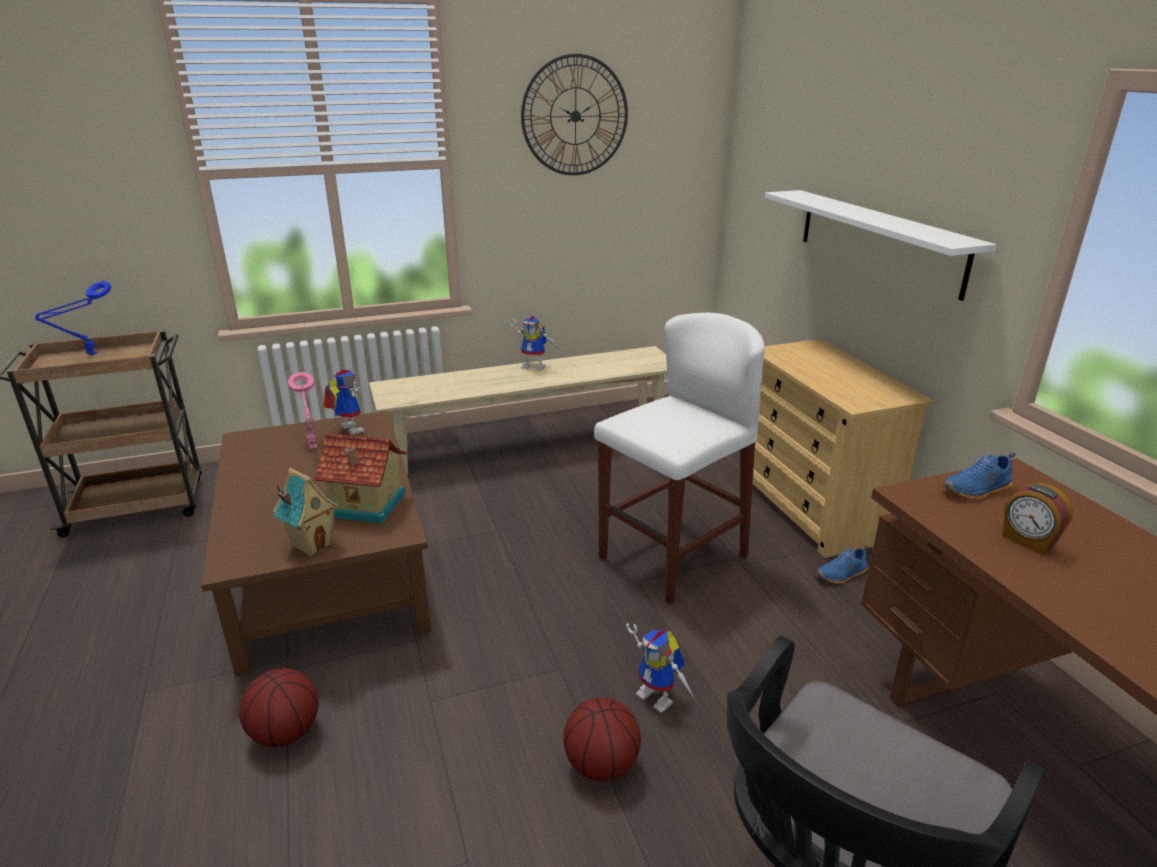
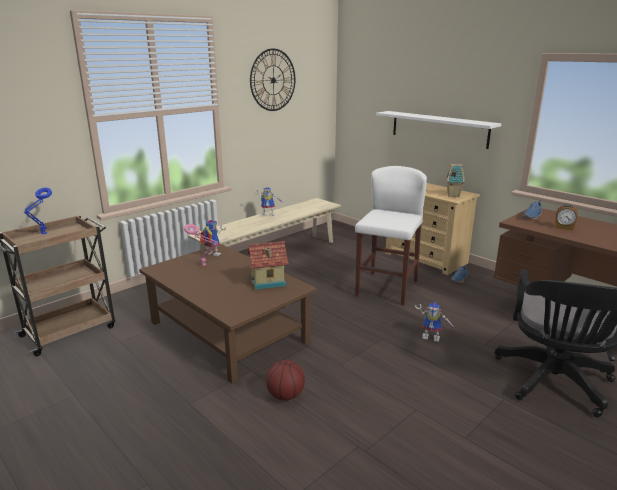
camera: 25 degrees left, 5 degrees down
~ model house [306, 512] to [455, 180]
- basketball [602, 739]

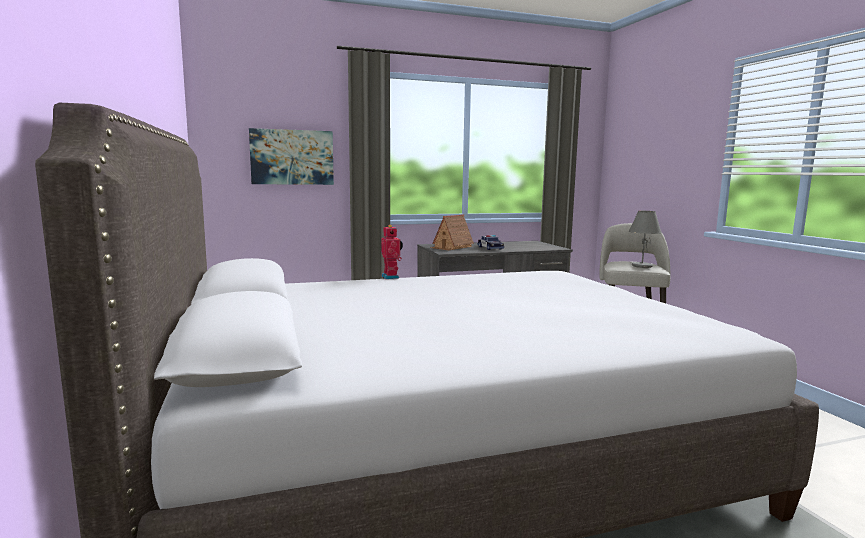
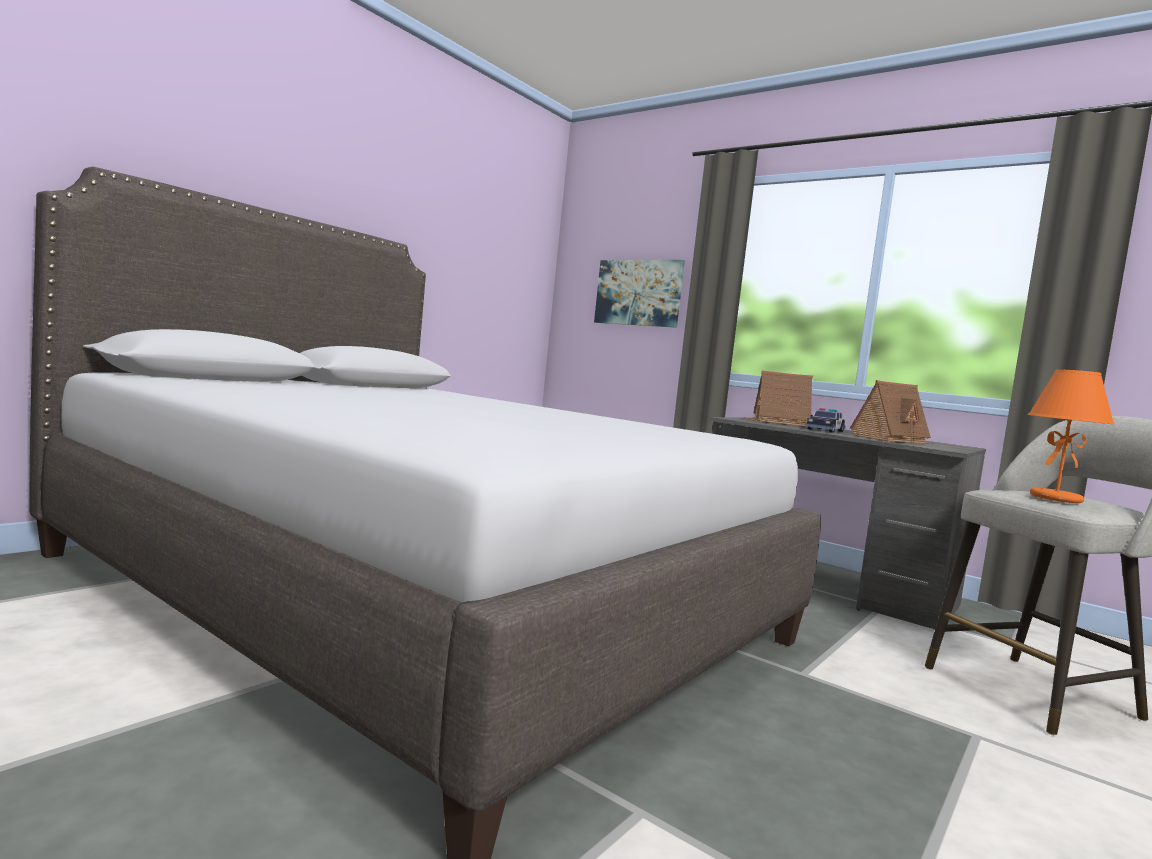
camera: 55 degrees right, 5 degrees down
~ tabletop lamp (grey) [645, 239] to tabletop lamp (orangey) [1071, 436]
- robot figure [392, 252]
+ model house [891, 412]

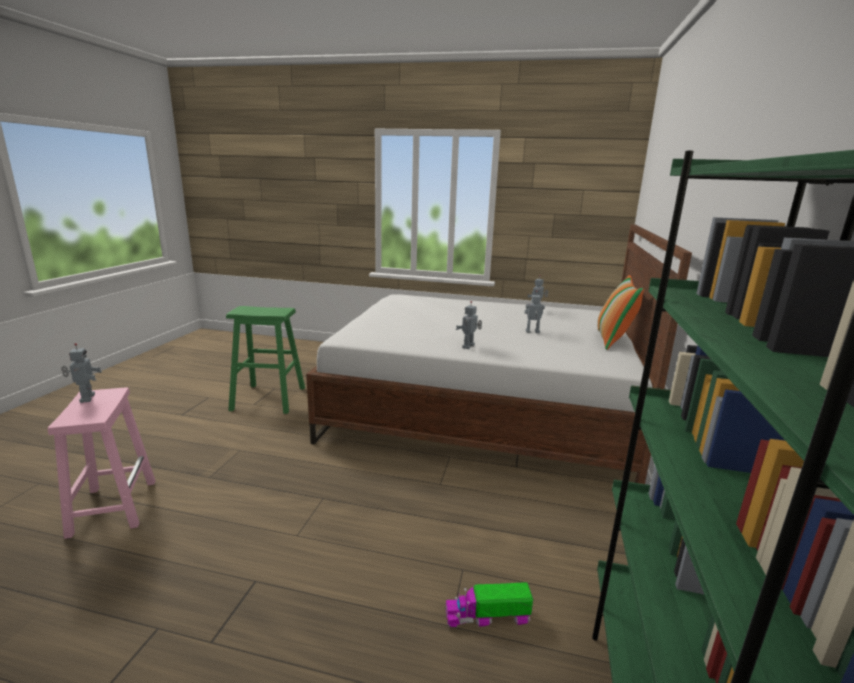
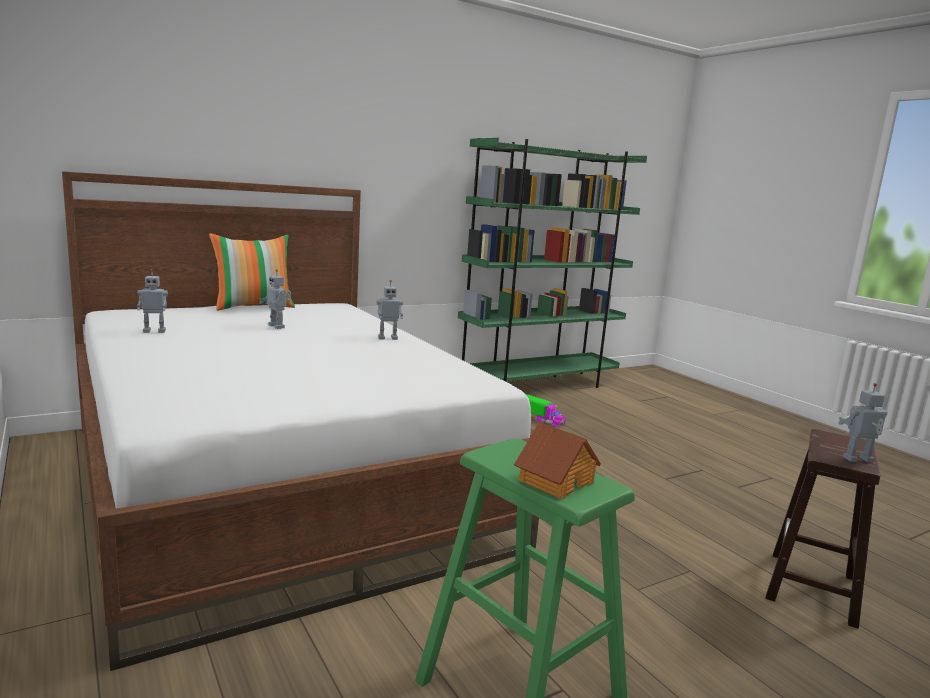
camera: 135 degrees left, 5 degrees down
~ robot figure [81, 373] = [862, 422] 60 degrees clockwise
~ stool (pink-coloured) [102, 463] to stool (brown) [823, 529]
+ model house [557, 460]

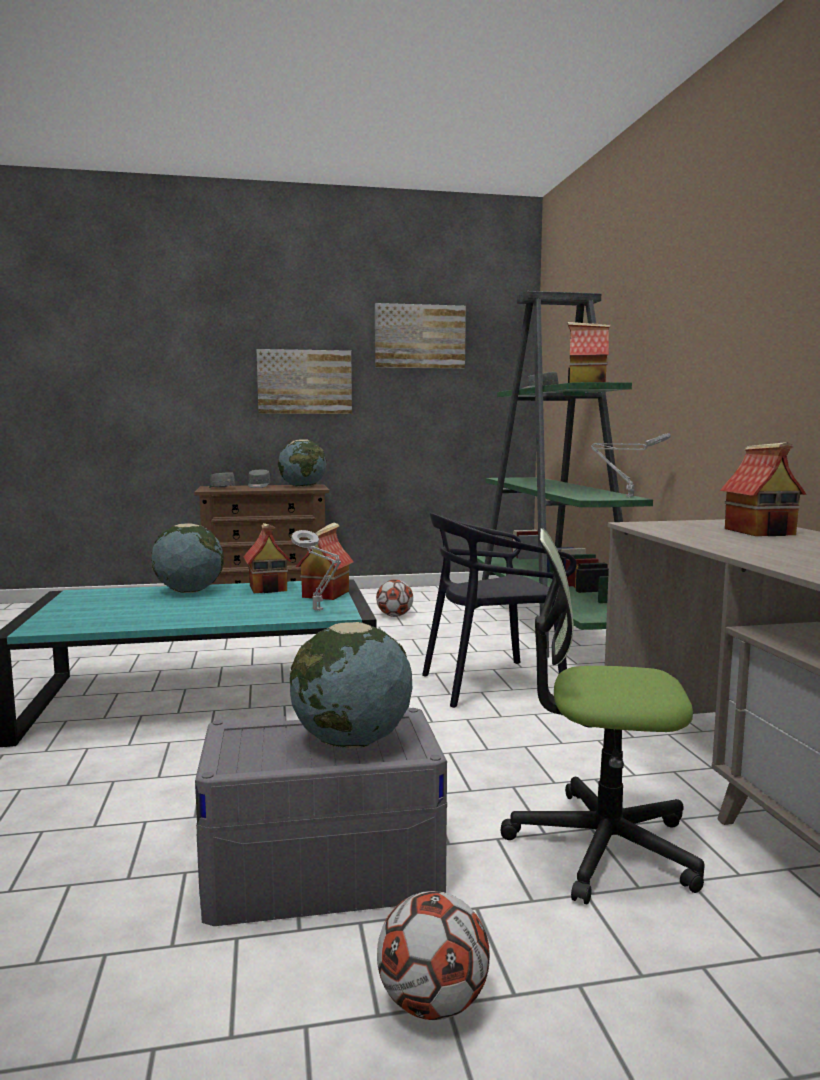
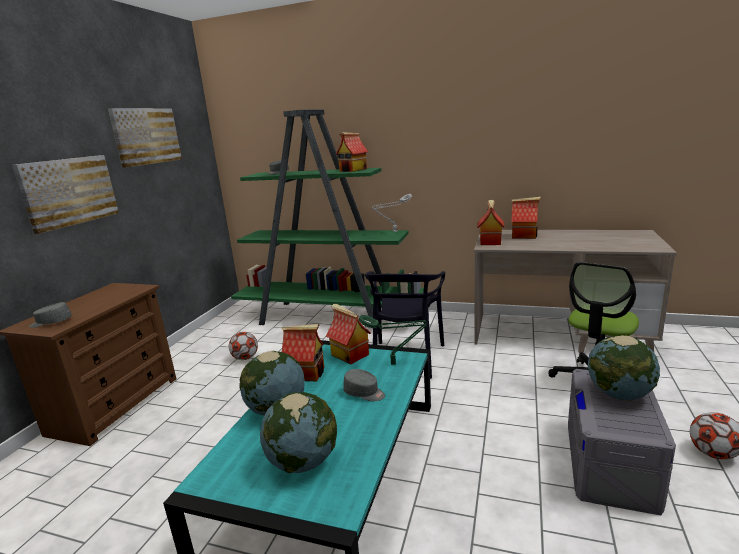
camera: 60 degrees left, 10 degrees up
~ desk globe [302, 463] to [298, 433]
~ cap (grey) [259, 479] to [364, 385]
~ tabletop lamp (grey) [316, 570] to tabletop lamp (green-coloured) [393, 340]
+ model house [491, 222]

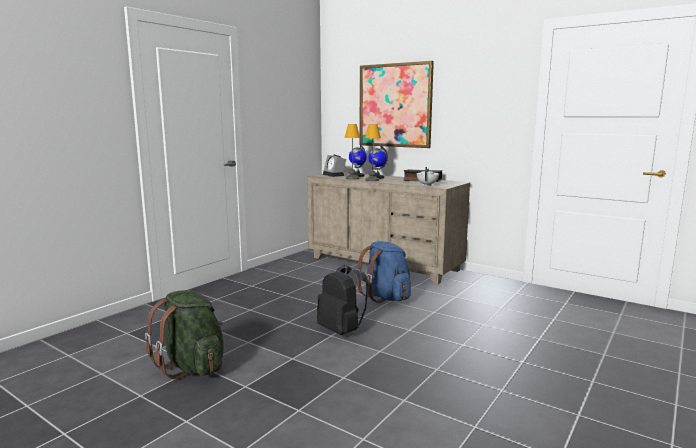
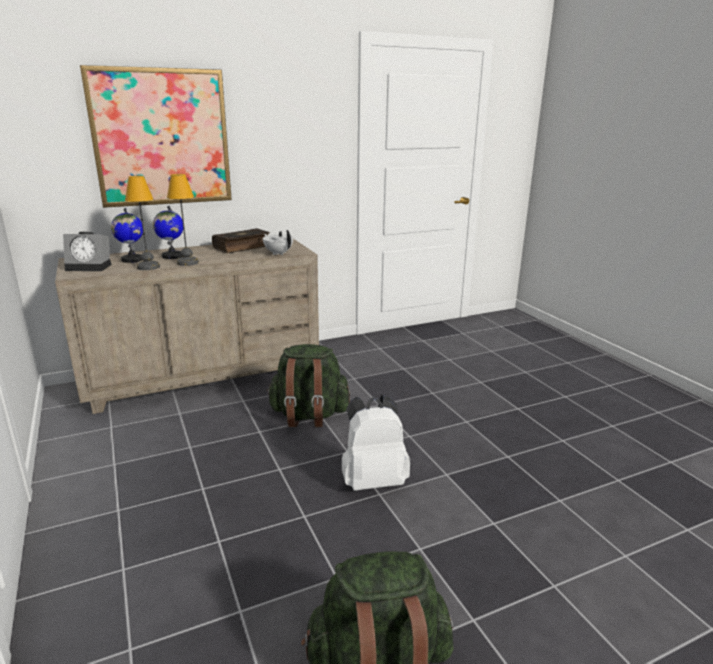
camera: 60 degrees left, 10 degrees up
~ rucksack (bluish) [384, 272] to rucksack (green-coloured) [308, 385]
~ rucksack (black-coloured) [343, 300] to rucksack (white-coloured) [376, 443]

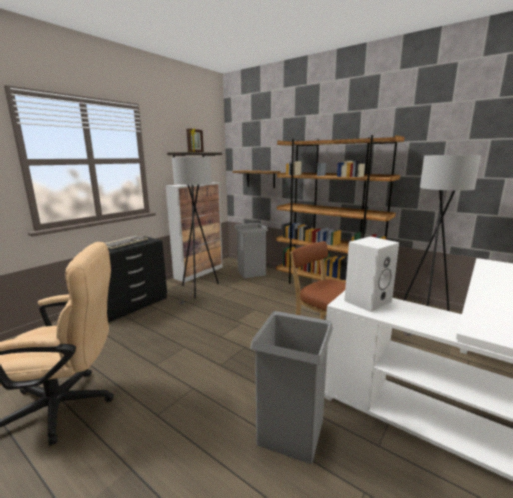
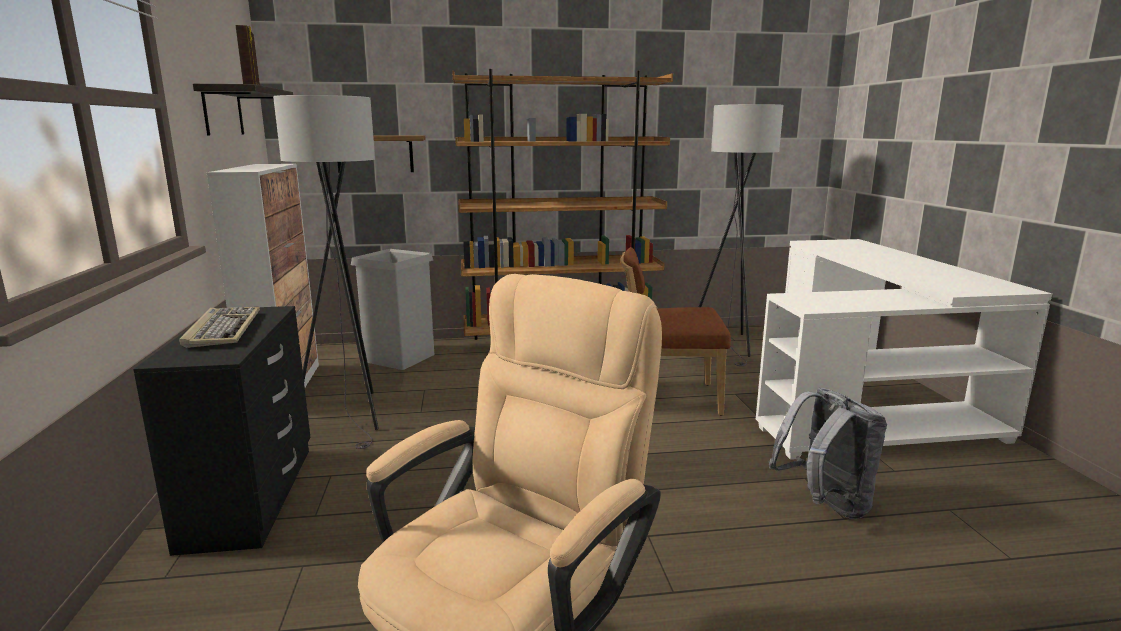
camera: 45 degrees left, 0 degrees up
- audio speaker (white-coloured) [371, 274]
~ waste bin (grey) [291, 387] to rucksack (grey) [828, 453]

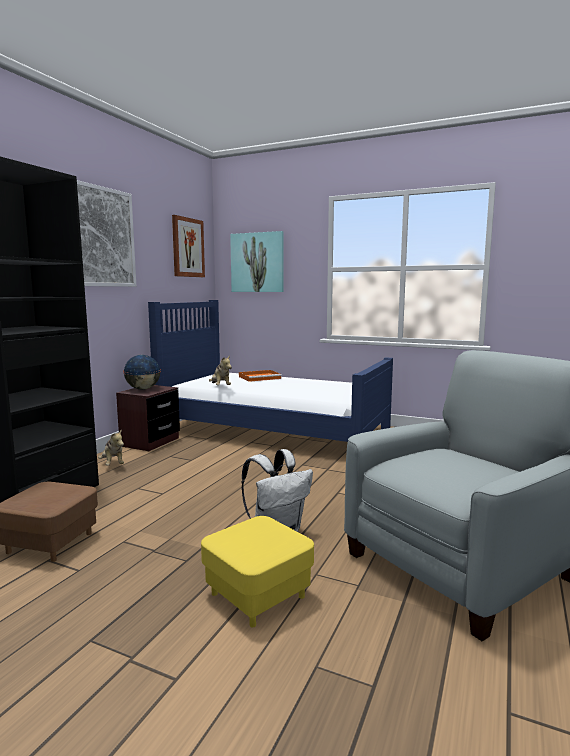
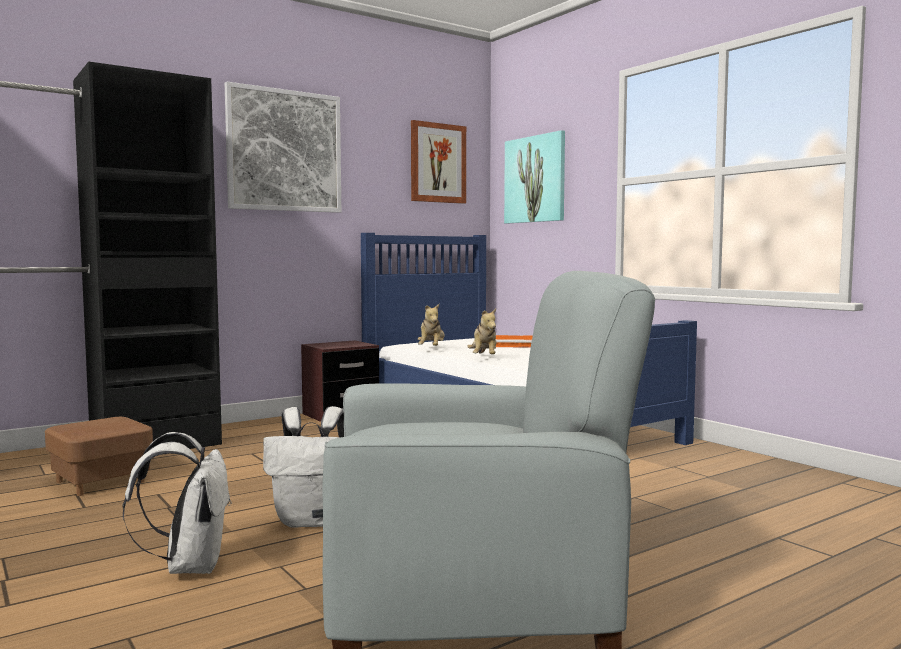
camera: 30 degrees right, 5 degrees down
- desk globe [142, 372]
~ soft toy [111, 447] to [482, 331]
~ ottoman (yellow) [257, 571] to rucksack (white-coloured) [177, 503]

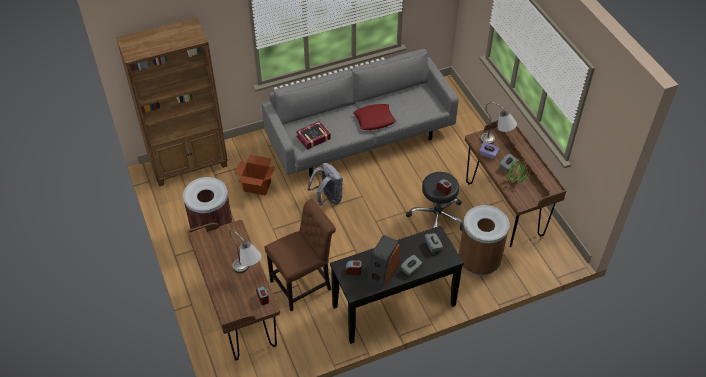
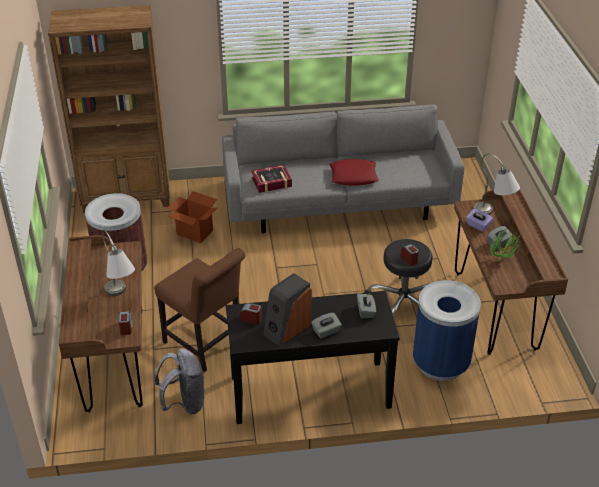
camera: 15 degrees right, 10 degrees down
~ rucksack (grey) [325, 184] to [180, 381]
~ upright chair (brown) [300, 255] = [199, 310] 60 degrees clockwise
~ waste bin (brown) [484, 240] to waste bin (bluish) [447, 330]

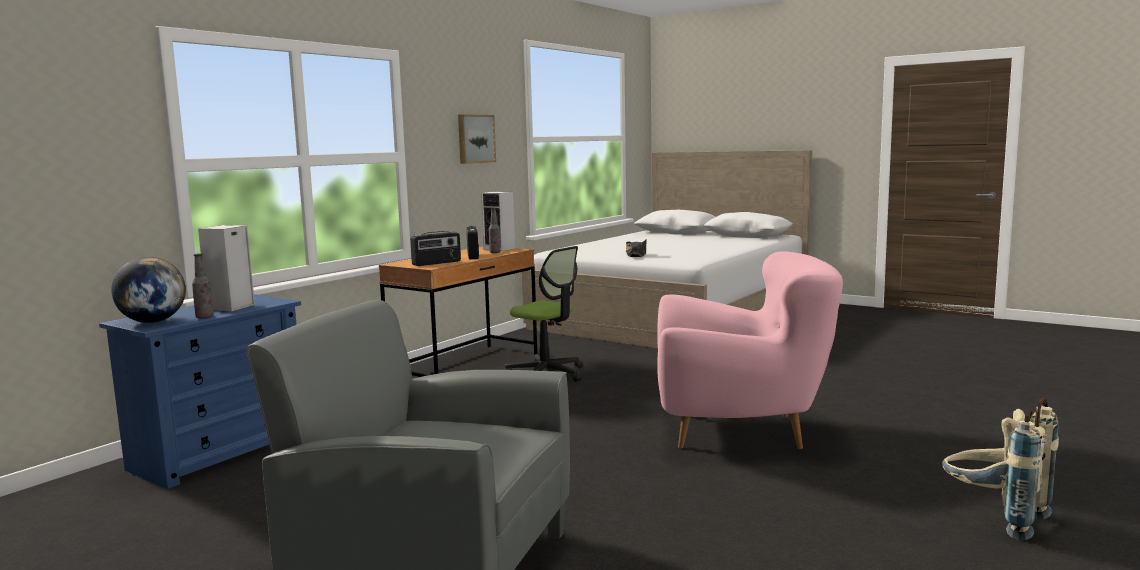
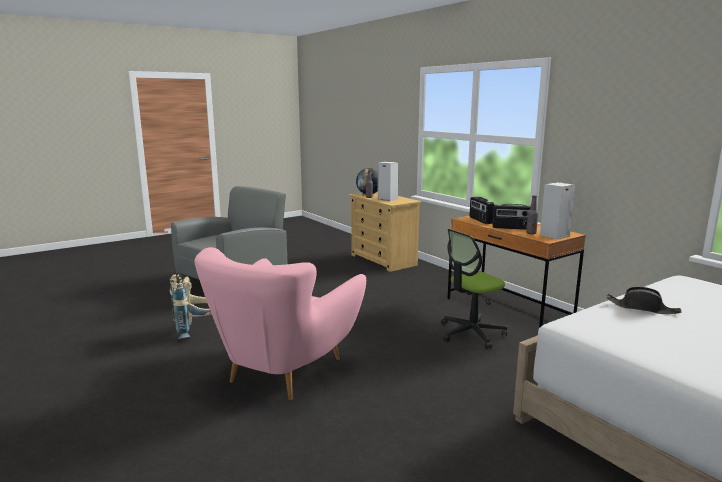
camera: 110 degrees right, 5 degrees up
- wall picture [477, 139]
~ chest of drawers (bluish) [200, 391] to chest of drawers (beige) [385, 231]
~ rucksack (beige) [1000, 468] to [191, 304]

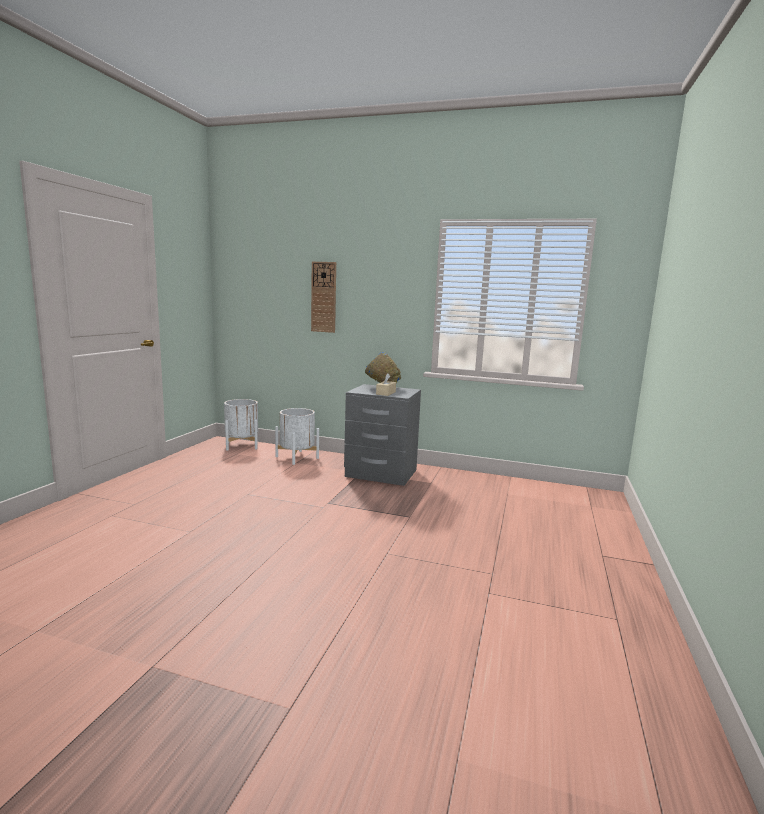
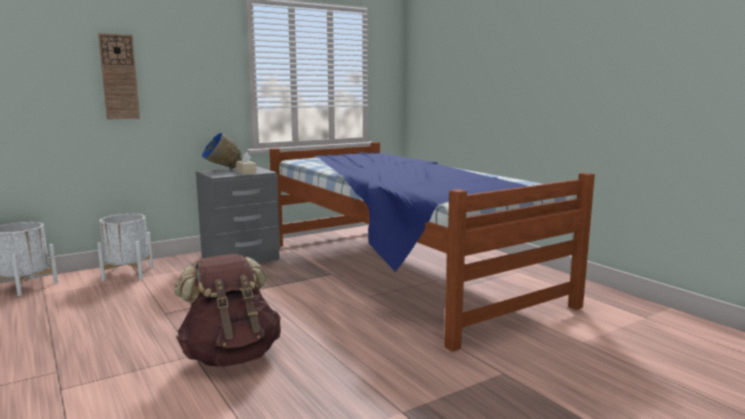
camera: 50 degrees left, 0 degrees up
+ bed [432, 247]
+ rucksack (brown) [227, 310]

